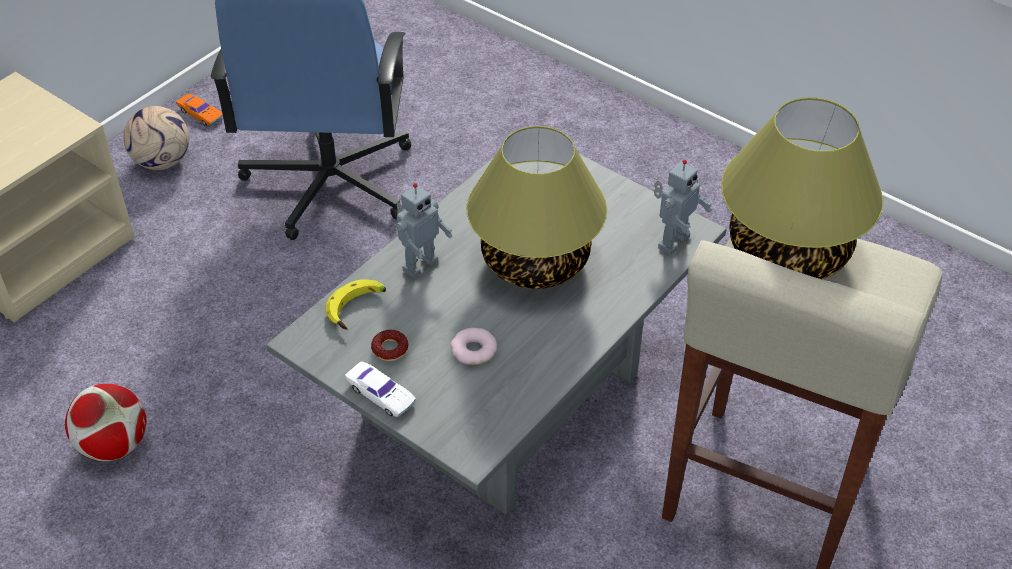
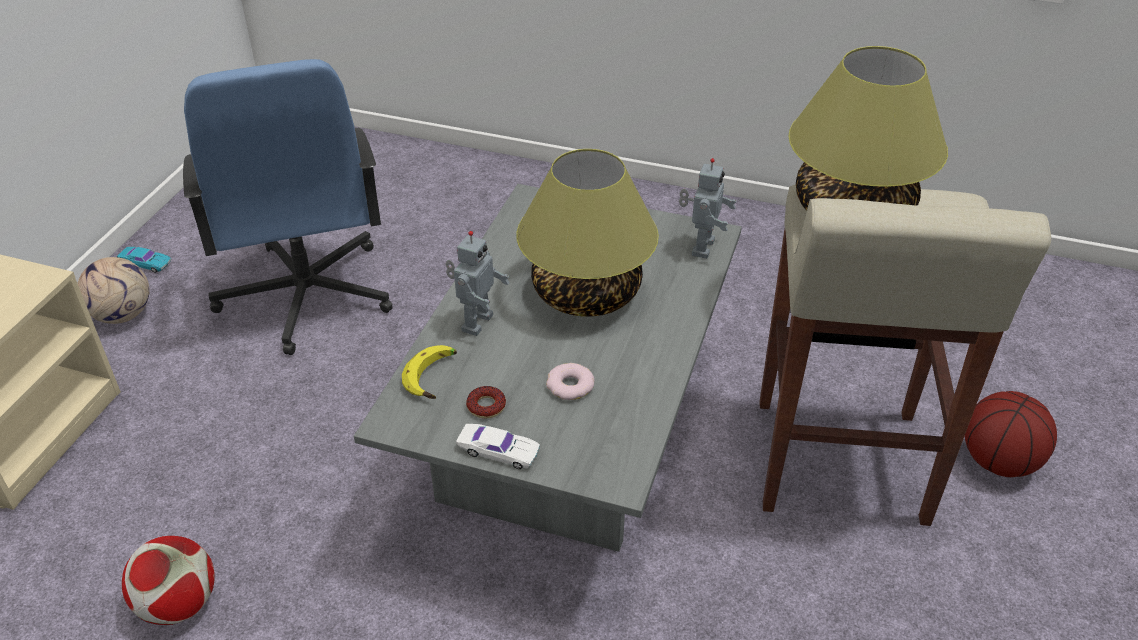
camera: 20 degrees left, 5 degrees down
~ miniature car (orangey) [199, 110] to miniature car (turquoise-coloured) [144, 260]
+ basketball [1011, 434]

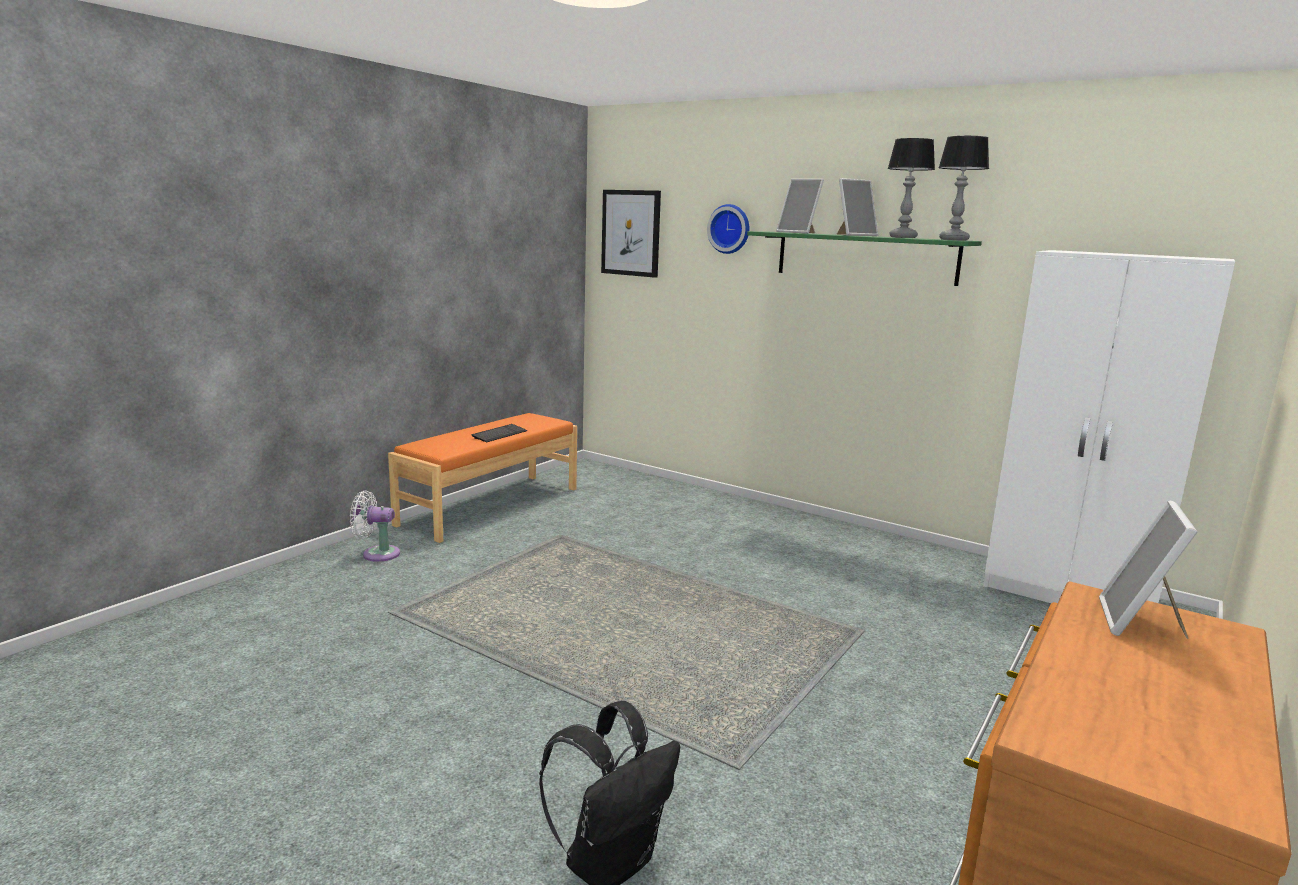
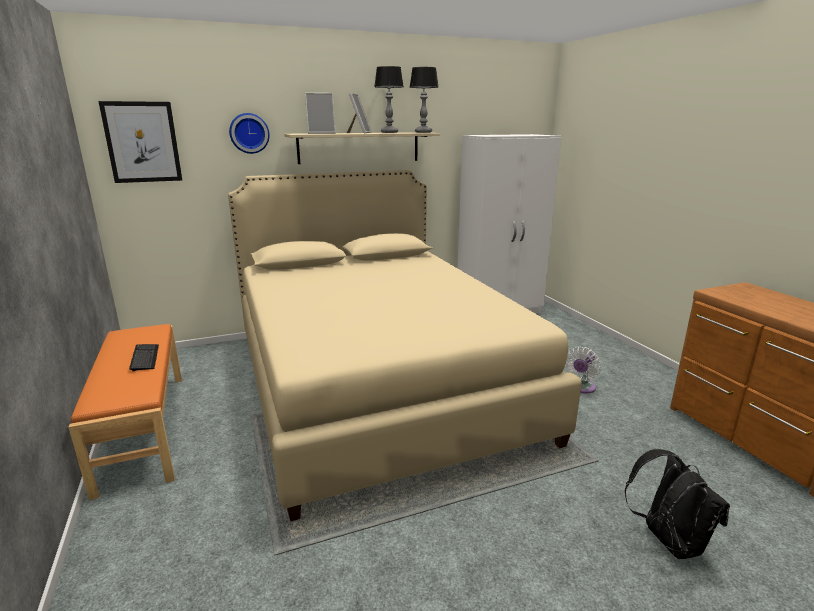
camera: 55 degrees left, 5 degrees up
~ bracket shelf (green-coloured) [864, 258] to bracket shelf (beige) [362, 148]
~ fan (white-coloured) [375, 526] to [583, 370]
- photo frame [1148, 570]
+ bed (beige) [405, 345]

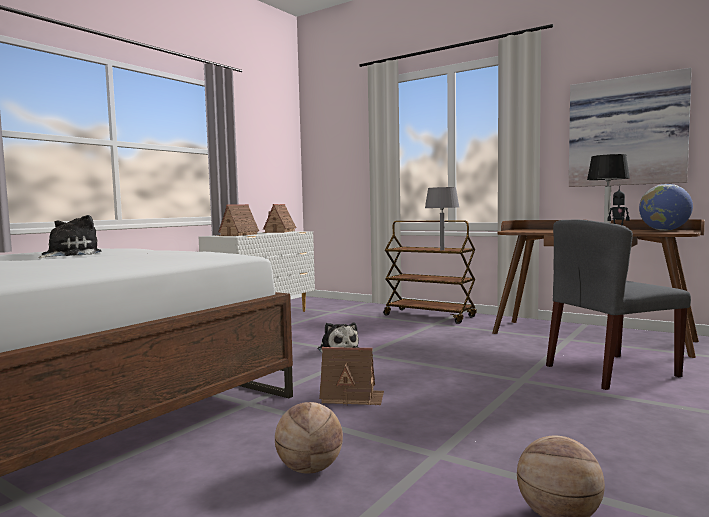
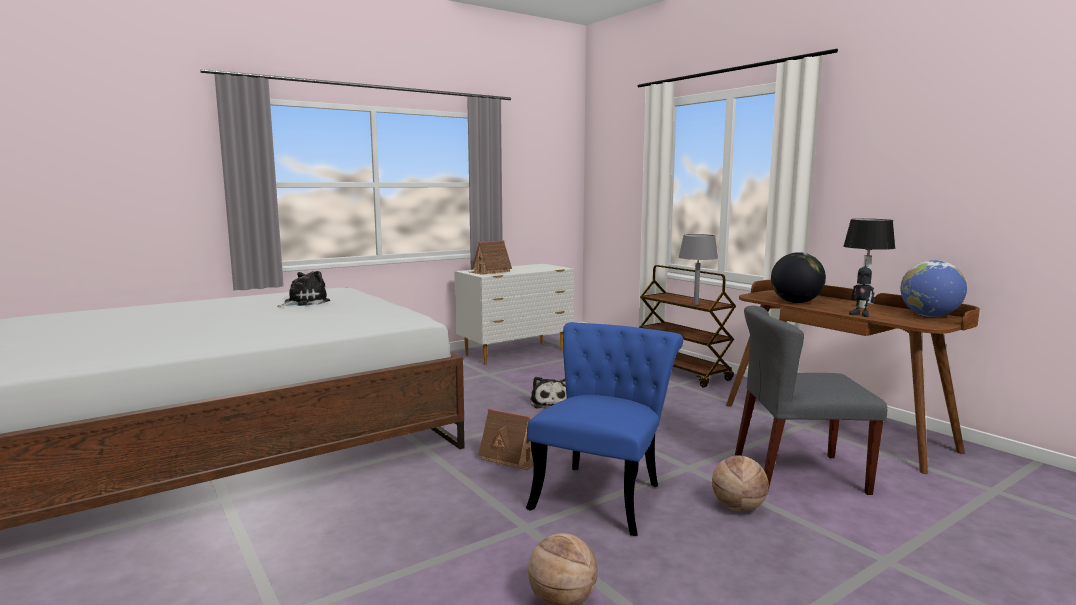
camera: 20 degrees right, 5 degrees up
- wall picture [630, 127]
- model house [279, 218]
~ basketball [309, 438] to [740, 484]
+ desk globe [798, 277]
+ upright chair (bluish) [604, 429]

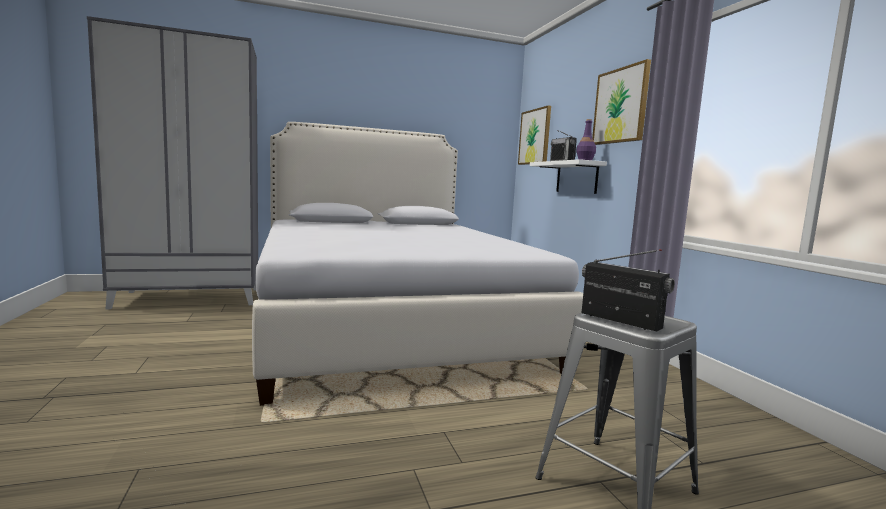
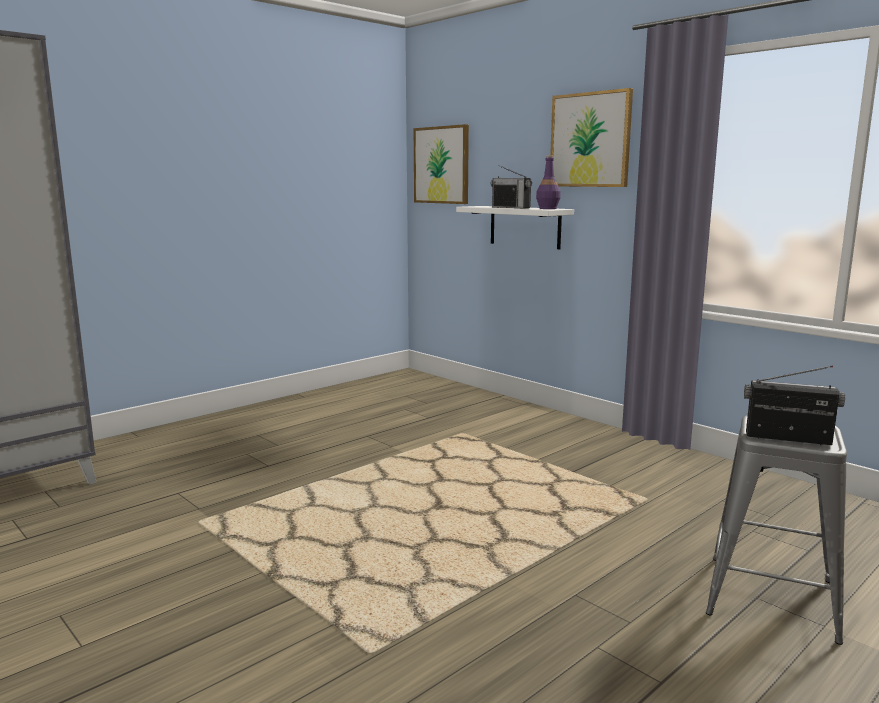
camera: 25 degrees left, 5 degrees up
- bed (white-coloured) [417, 264]

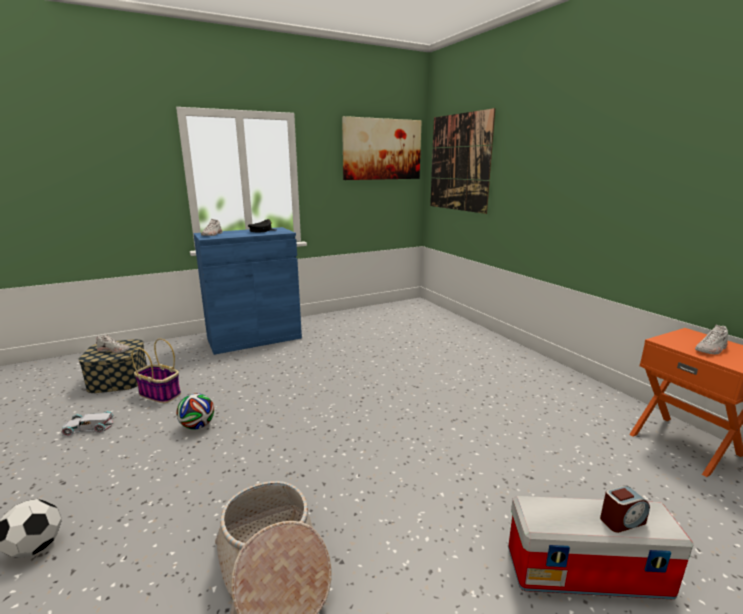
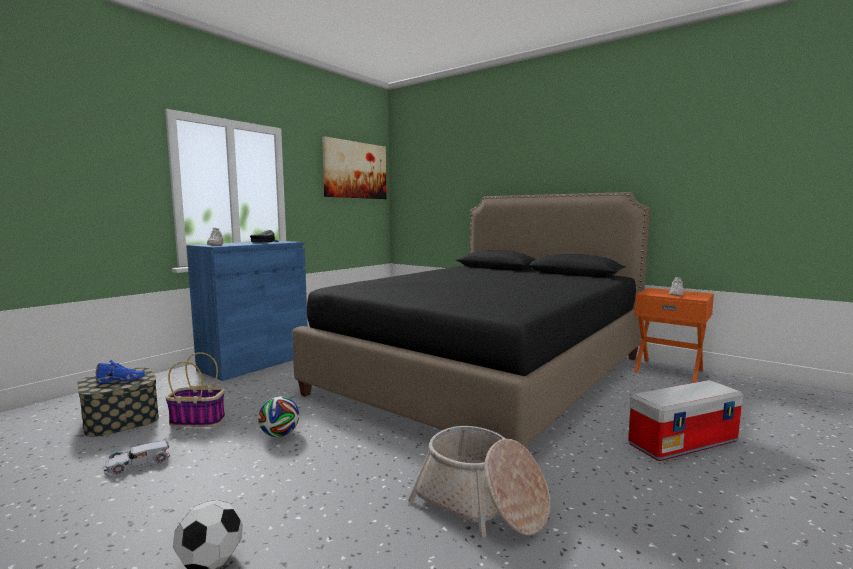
camera: 25 degrees left, 10 degrees down
- wall picture [463, 161]
~ low shoe (white-coloured) [113, 343] to low shoe (bluish) [120, 371]
- table clock [625, 509]
+ bed (black-coloured) [471, 320]

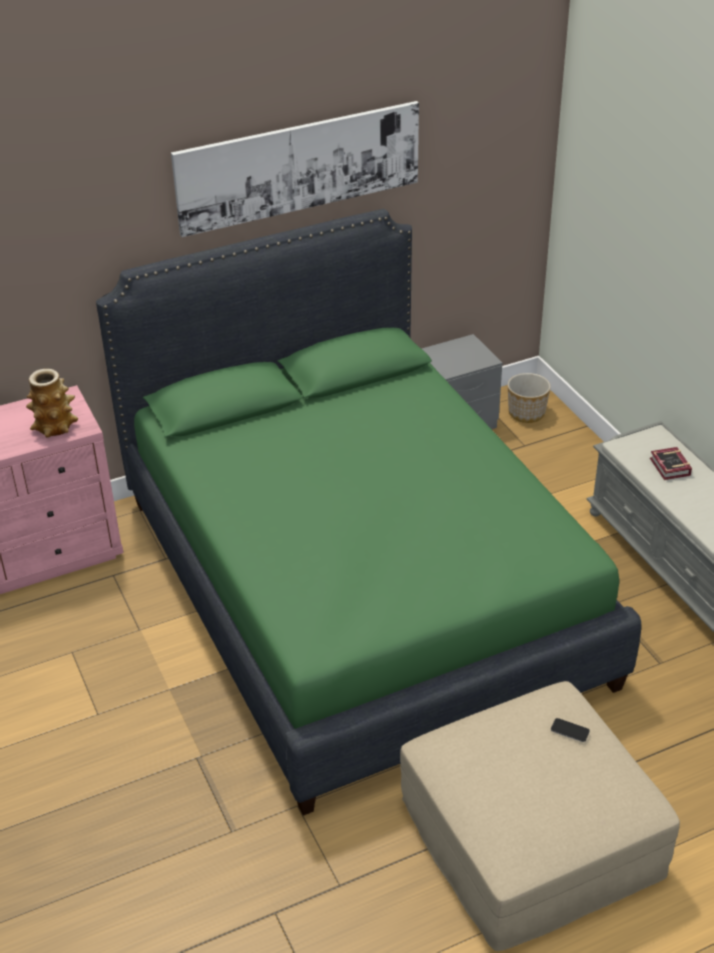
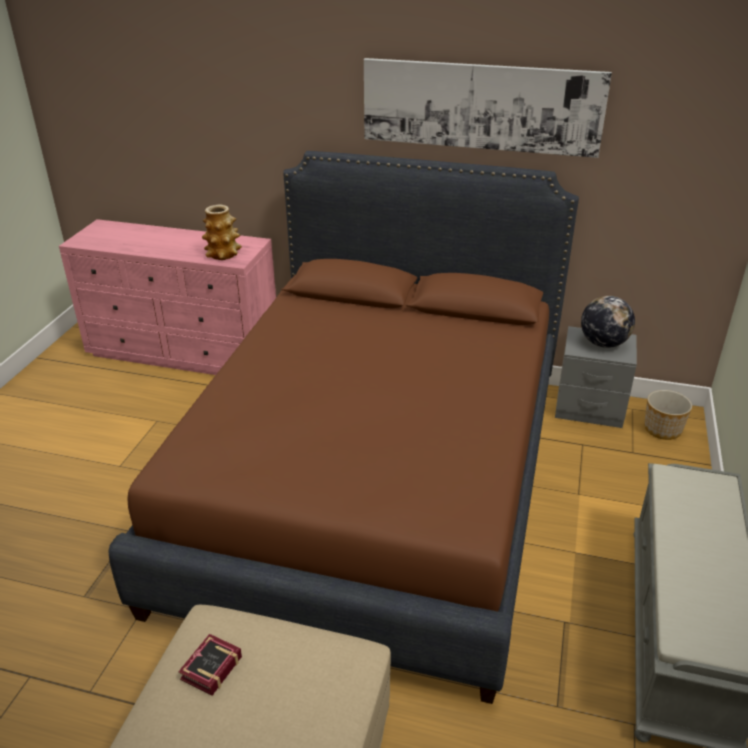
camera: 40 degrees right, 5 degrees down
~ bed (green-coloured) [368, 512] to bed (brown) [343, 427]
~ book [671, 463] to [210, 665]
- telephone [570, 730]
+ desk globe [608, 322]

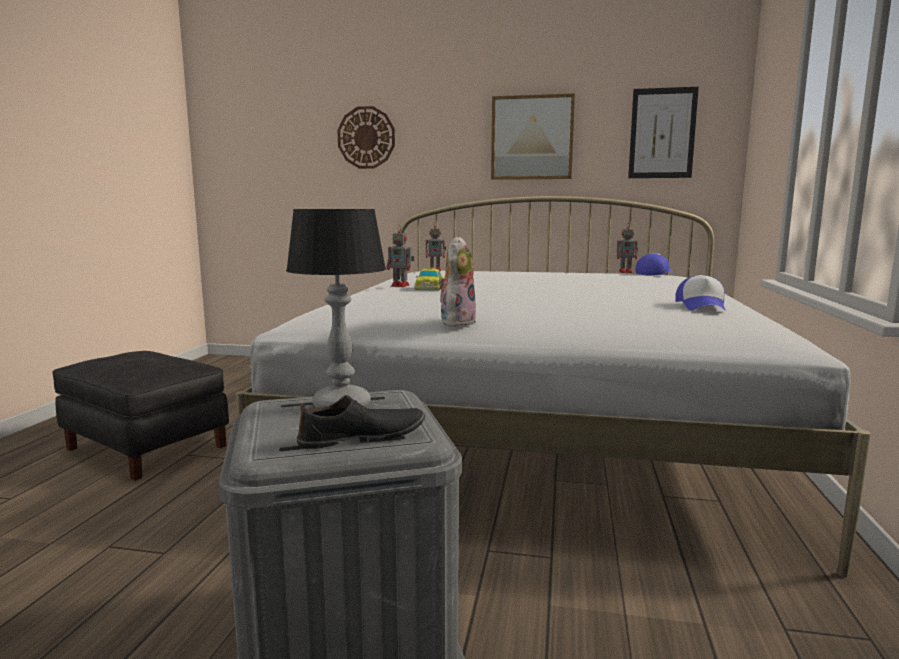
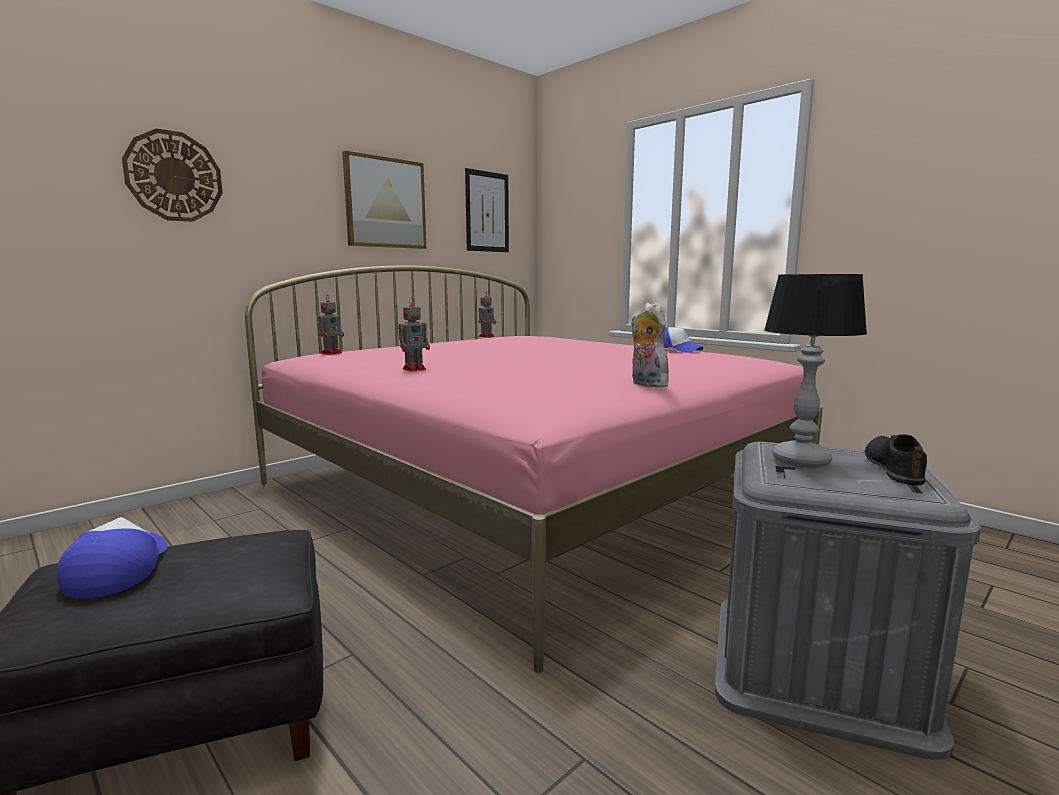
camera: 55 degrees left, 0 degrees up
~ bed (white-coloured) [553, 386] to bed (pink-coloured) [534, 469]
~ cap [654, 264] to [112, 558]
- miniature car [428, 279]

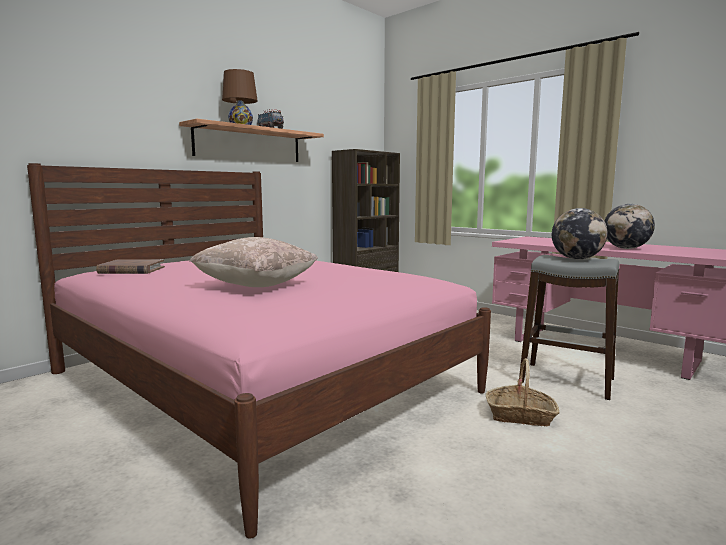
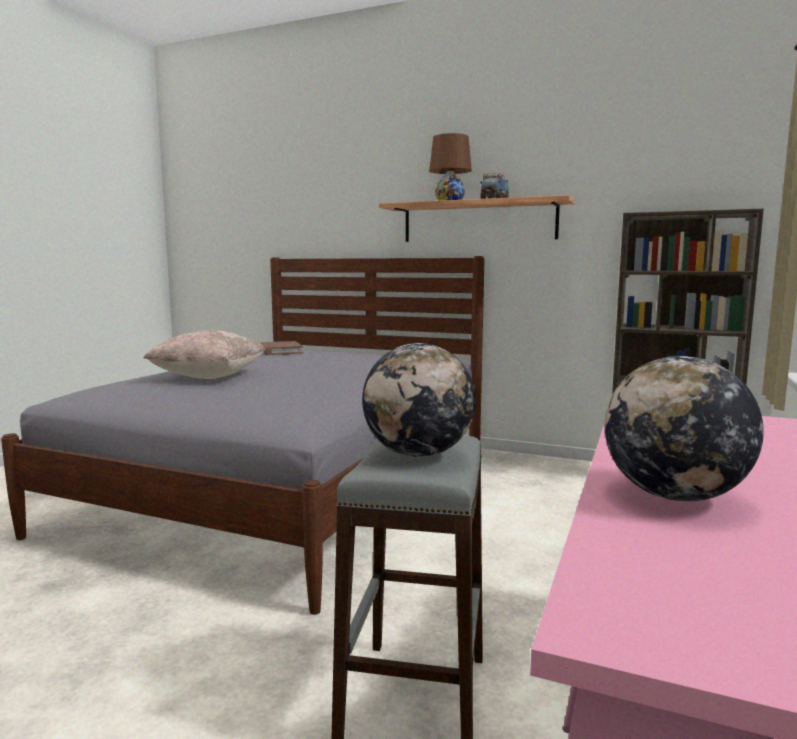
camera: 70 degrees right, 0 degrees up
~ bed (pink-coloured) [259, 351] to bed (grey) [243, 435]
- storage basket [523, 392]

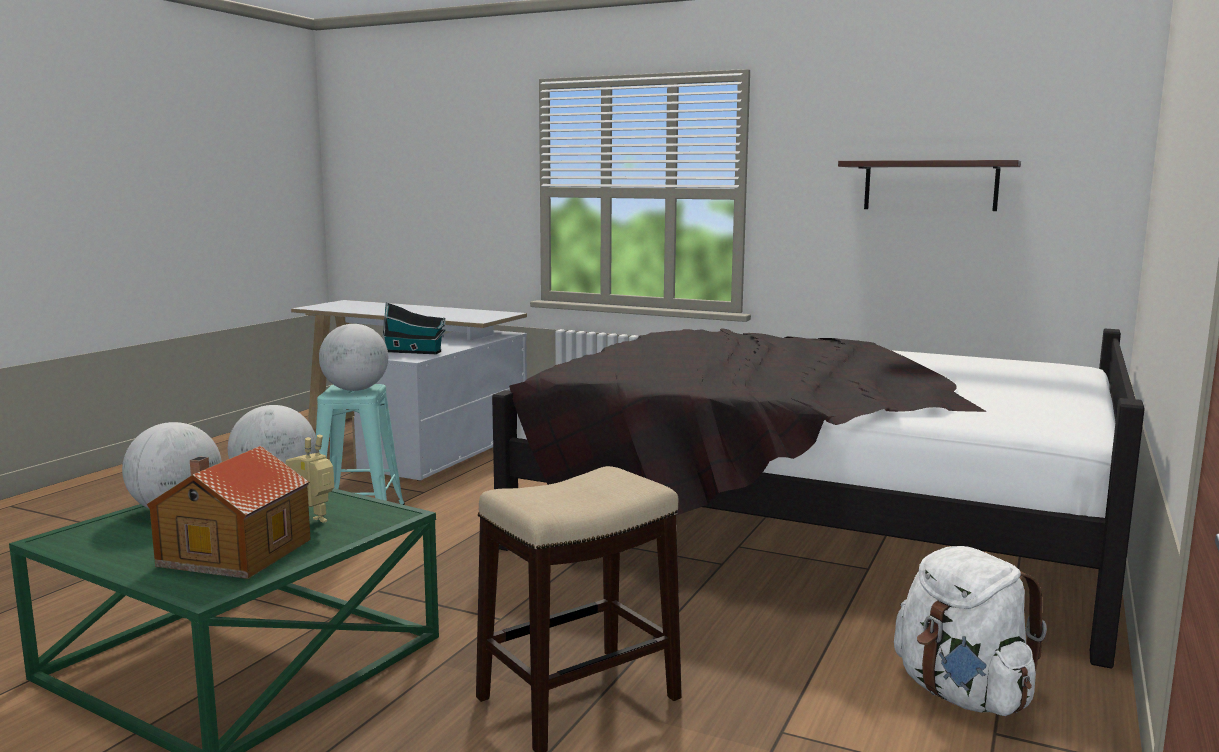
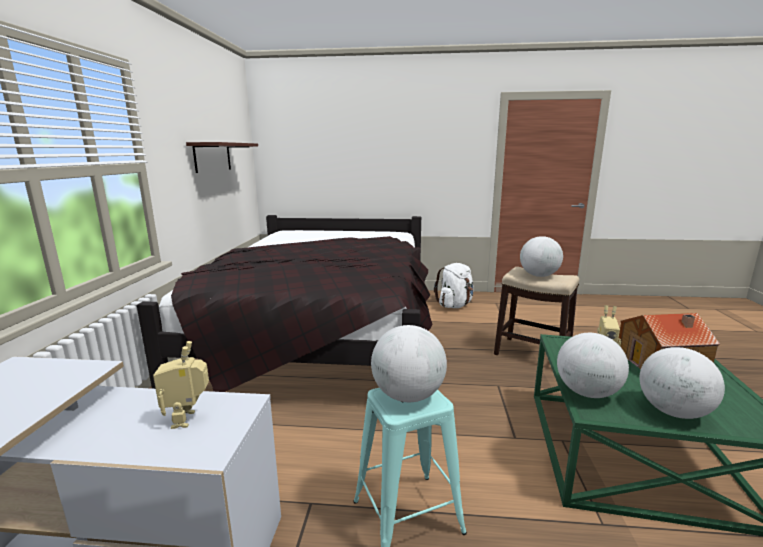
camera: 110 degrees left, 5 degrees up
~ model house [414, 328] to robot figure [181, 385]
+ desk globe [541, 256]

